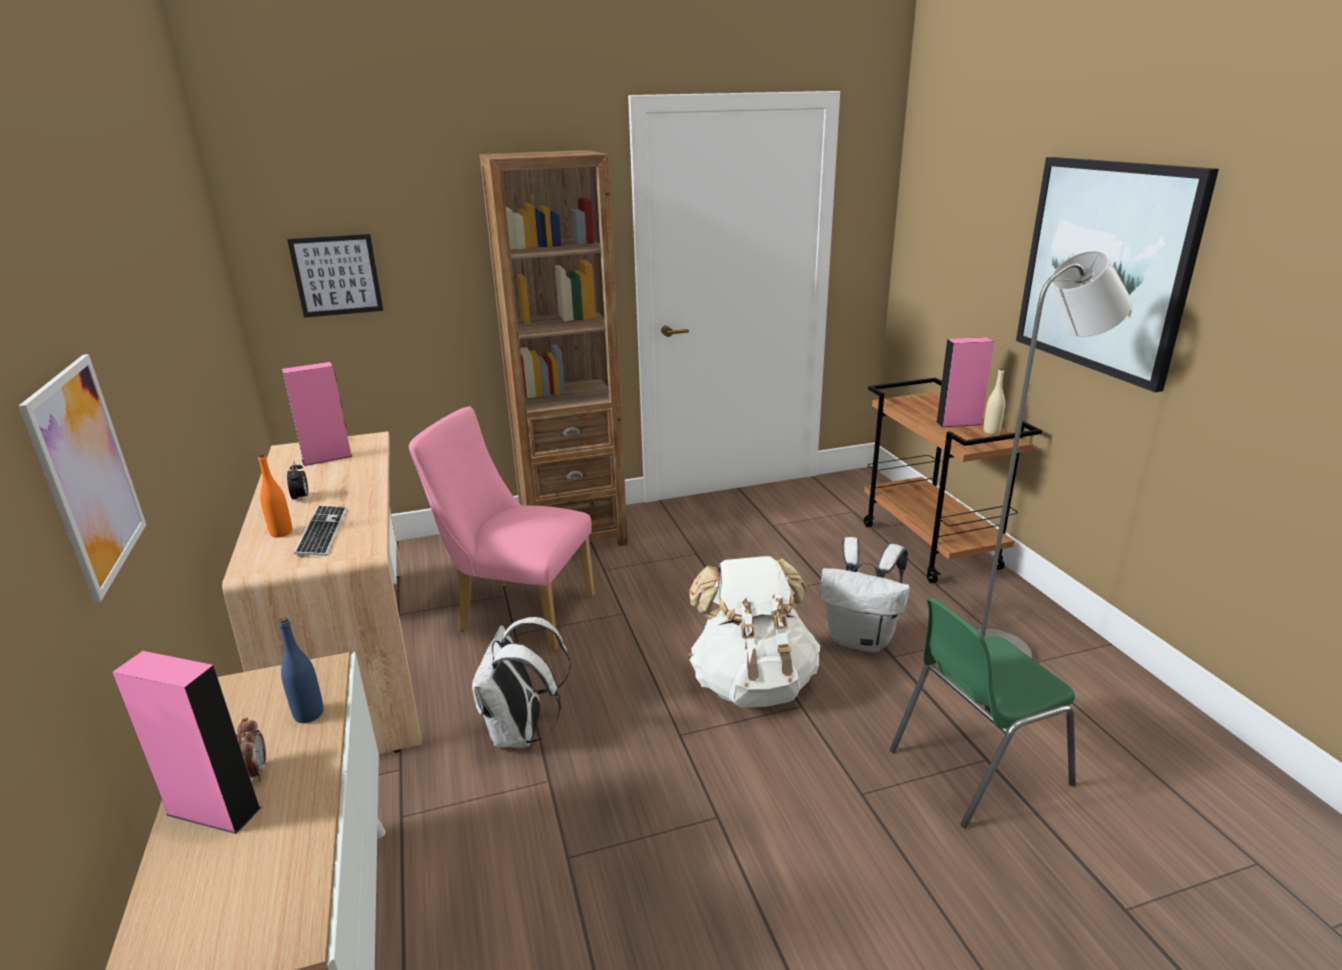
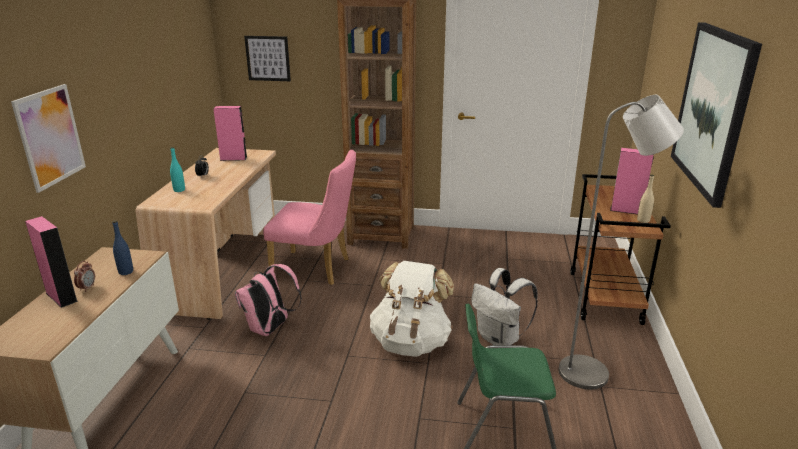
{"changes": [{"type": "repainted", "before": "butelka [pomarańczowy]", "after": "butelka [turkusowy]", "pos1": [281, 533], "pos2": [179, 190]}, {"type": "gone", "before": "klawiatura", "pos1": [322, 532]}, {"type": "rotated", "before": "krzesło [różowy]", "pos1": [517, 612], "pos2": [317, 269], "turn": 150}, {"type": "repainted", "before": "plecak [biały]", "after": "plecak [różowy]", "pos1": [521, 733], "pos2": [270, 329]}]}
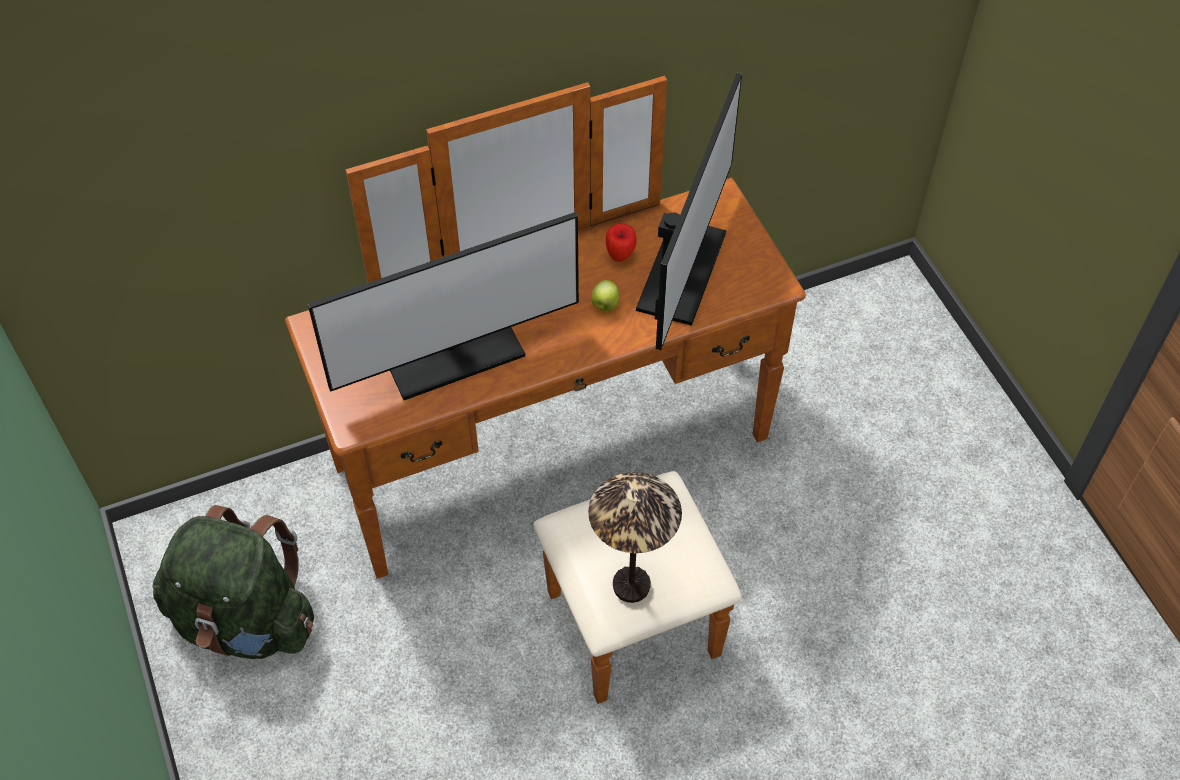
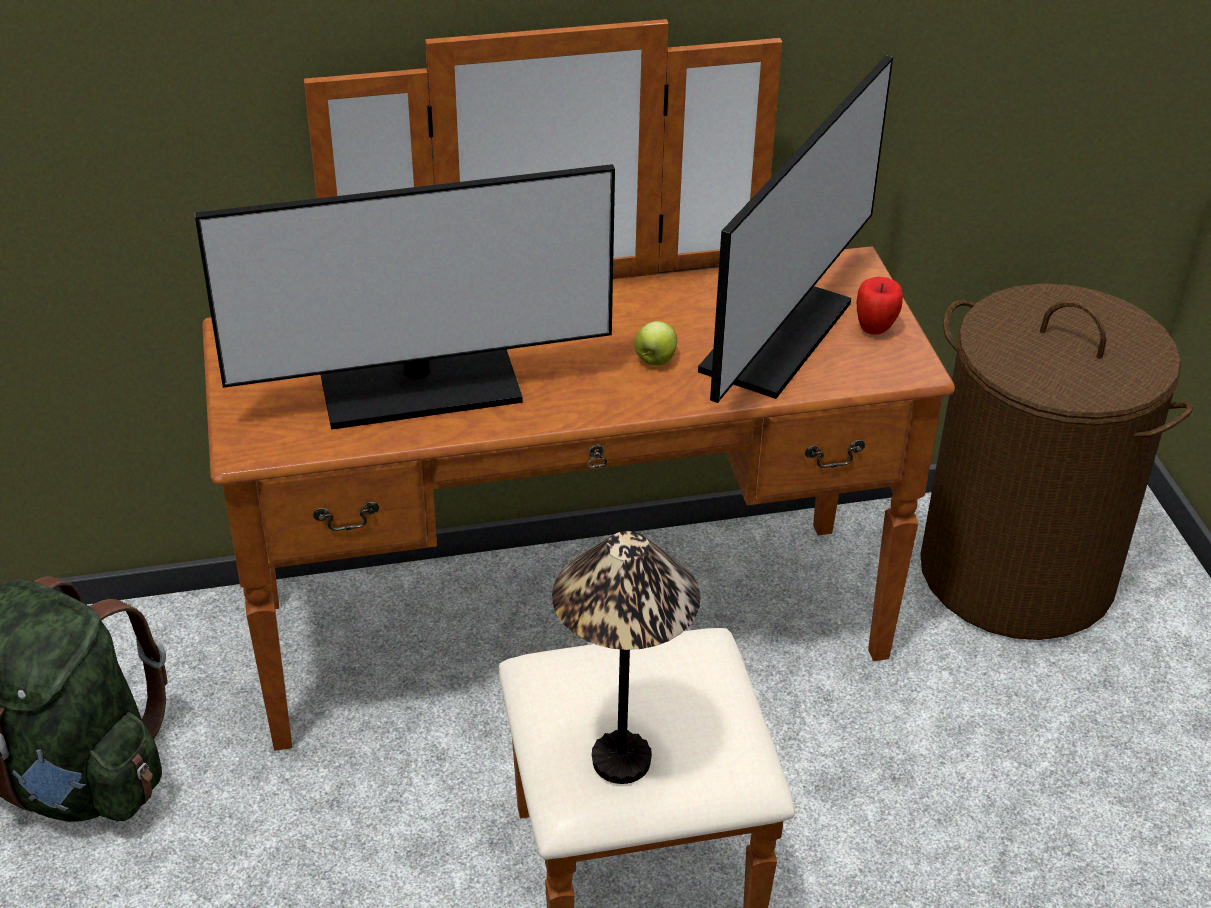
{"changes": [{"type": "shifted", "before": "jabłko", "pos1": [620, 256], "pos2": [875, 330]}, {"type": "new", "after": "kosz na pranie [brązowy]", "pos2": [1015, 573]}]}
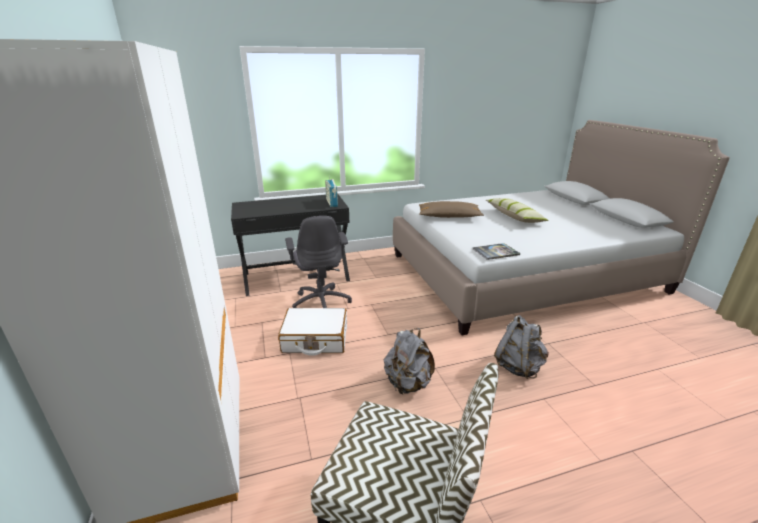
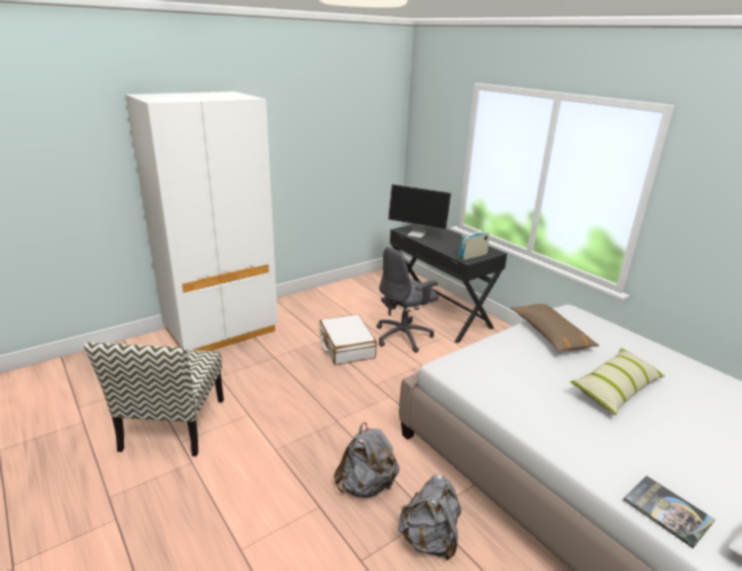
{"changes": [{"type": "shifted", "before": "plecak [szary]", "pos1": [408, 384], "pos2": [429, 539]}, {"type": "shifted", "before": "książka", "pos1": [495, 252], "pos2": [667, 511]}, {"type": "new", "after": "monitor", "pos2": [417, 234]}]}
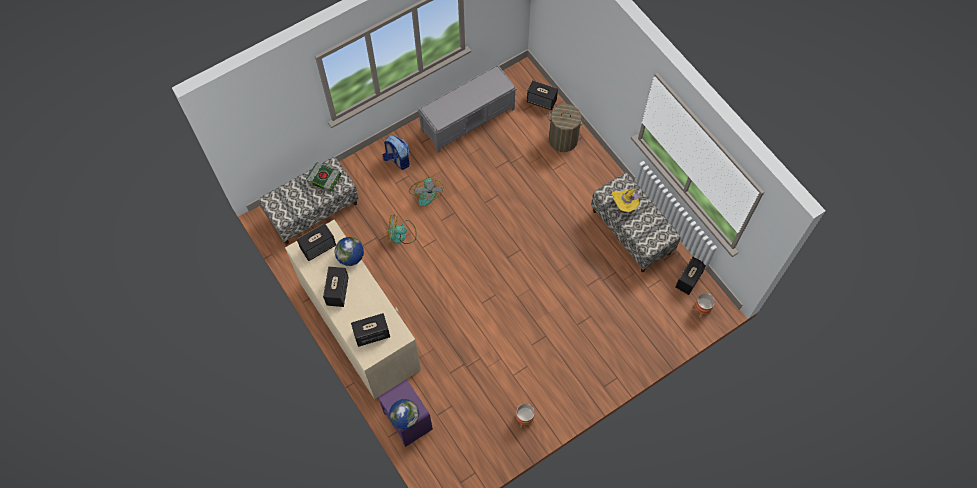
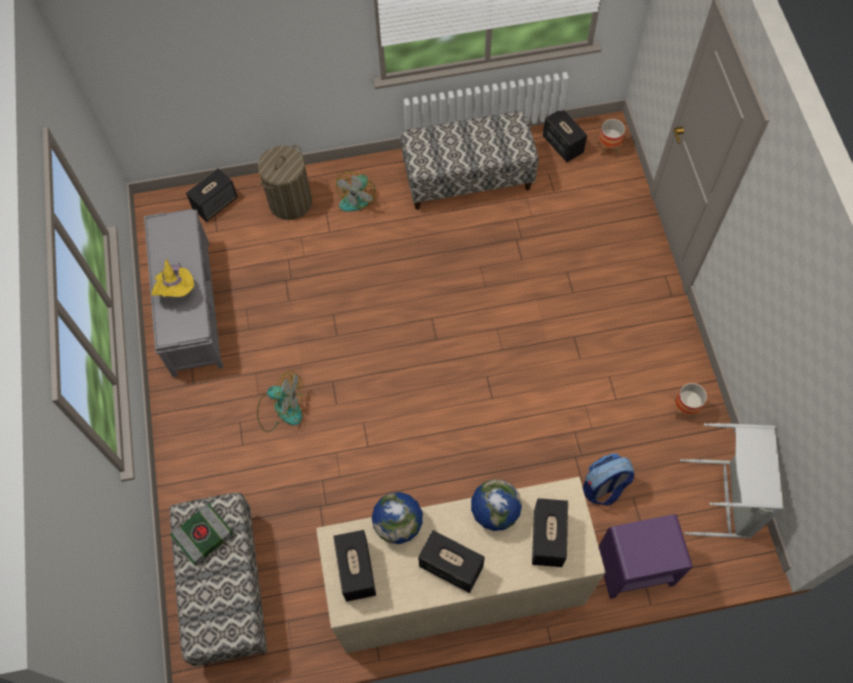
{"changes": [{"type": "shifted", "before": "plecak", "pos1": [397, 160], "pos2": [603, 487]}, {"type": "shifted", "before": "wentylator", "pos1": [401, 235], "pos2": [357, 196]}, {"type": "shifted", "before": "globus", "pos1": [405, 418], "pos2": [495, 512]}, {"type": "shifted", "before": "kapelusz [żółty]", "pos1": [625, 204], "pos2": [177, 290]}, {"type": "new", "after": "kosz na pranie [szary]", "pos2": [725, 498]}]}
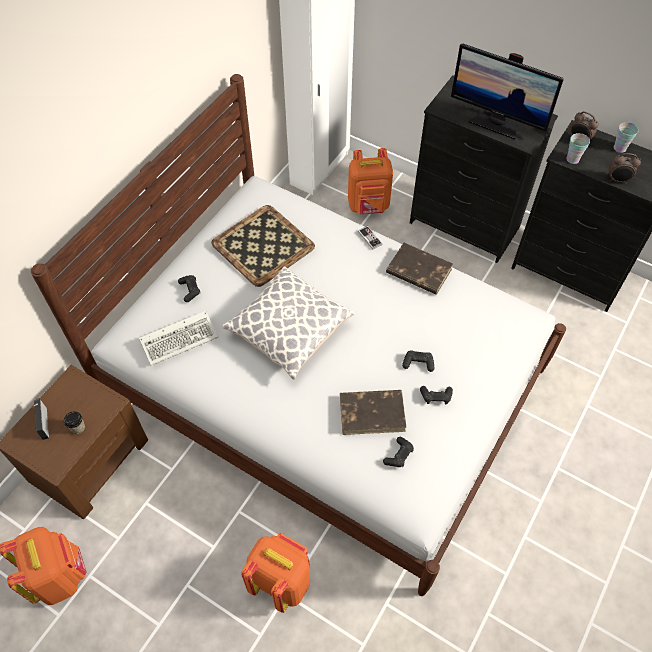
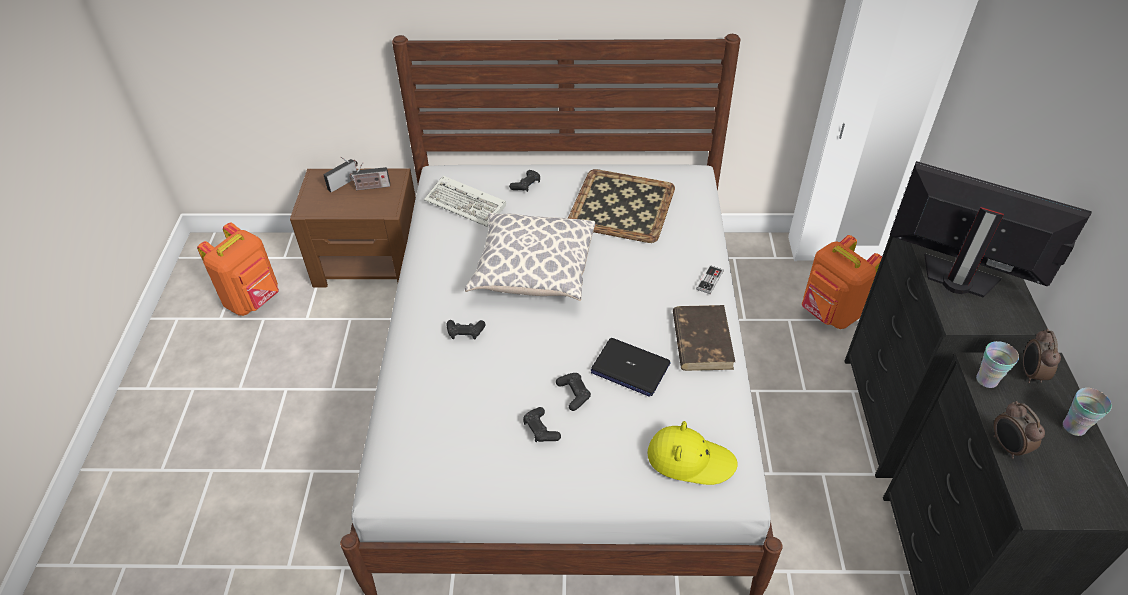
{"changes": [{"type": "gone", "before": "filiżanka", "pos1": [78, 428]}, {"type": "gone", "before": "plecak [pomarańczowy]", "pos1": [281, 581]}, {"type": "gone", "before": "książka [brązowy]", "pos1": [372, 413]}, {"type": "shifted", "before": "pad do gier [czarny]", "pos1": [398, 455], "pos2": [465, 332]}, {"type": "rotated", "before": "monitor", "pos1": [496, 123], "pos2": [958, 279], "turn": 120}, {"type": "new", "after": "radio", "pos2": [371, 187]}, {"type": "new", "after": "laptop", "pos2": [630, 368]}, {"type": "new", "after": "kapelusz [żółty]", "pos2": [690, 459]}]}
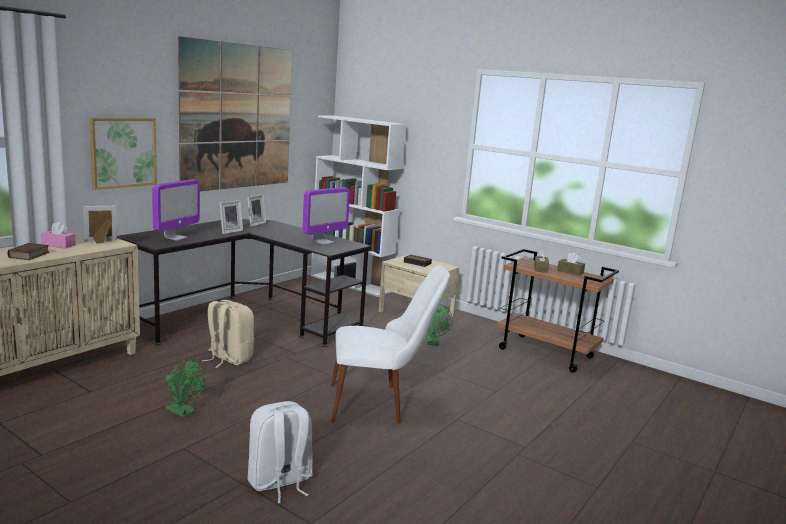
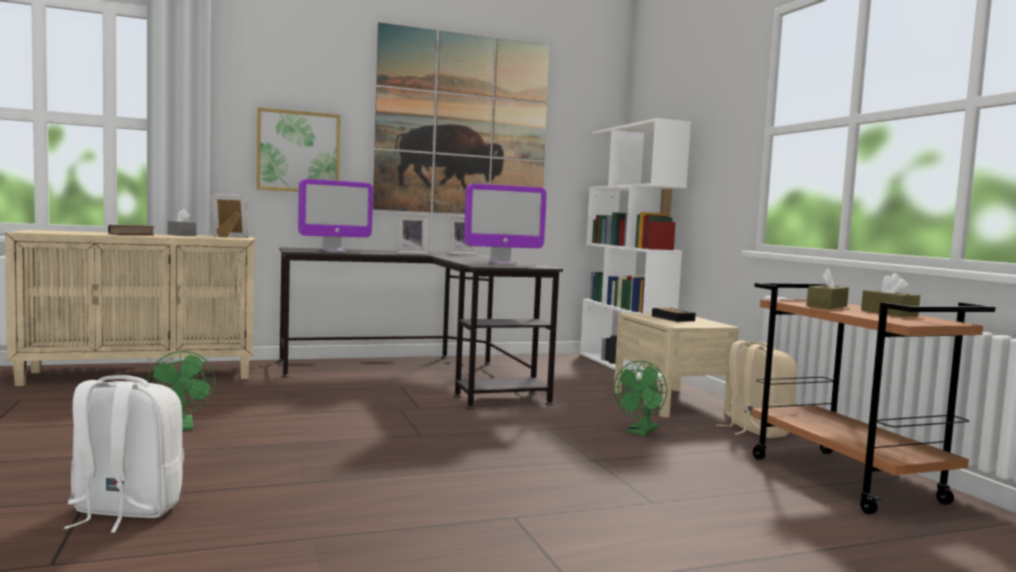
{"changes": [{"type": "repainted", "before": "pudełko chusteczek [różowy]", "after": "pudełko chusteczek [szary]", "pos1": [58, 245], "pos2": [181, 235]}, {"type": "shifted", "before": "plecak [beżowy]", "pos1": [229, 358], "pos2": [755, 430]}, {"type": "gone", "before": "krzesło [biały]", "pos1": [380, 403]}]}
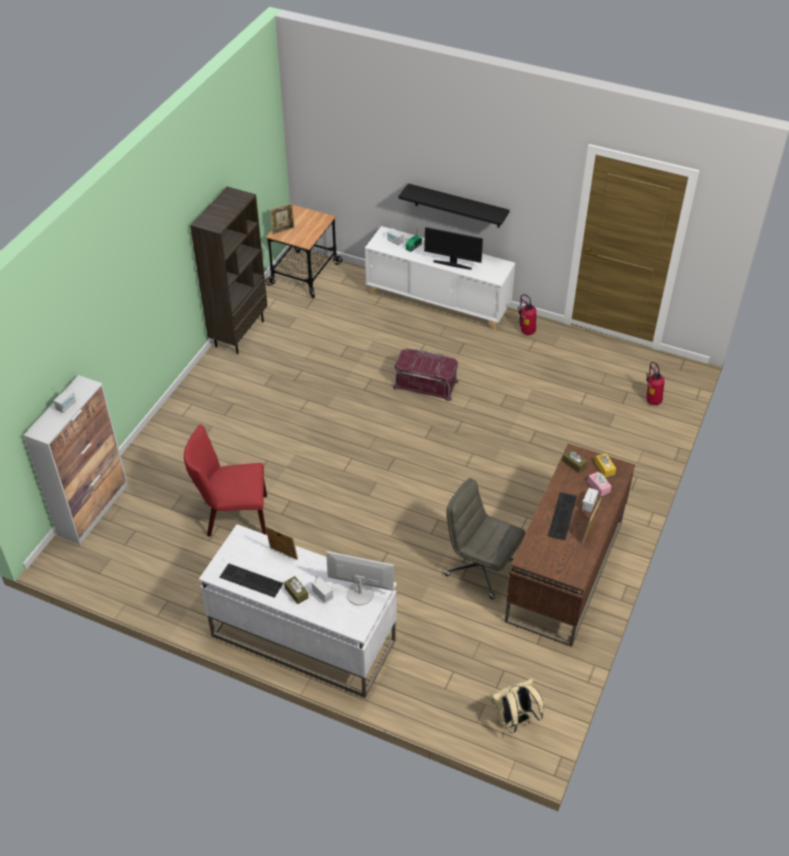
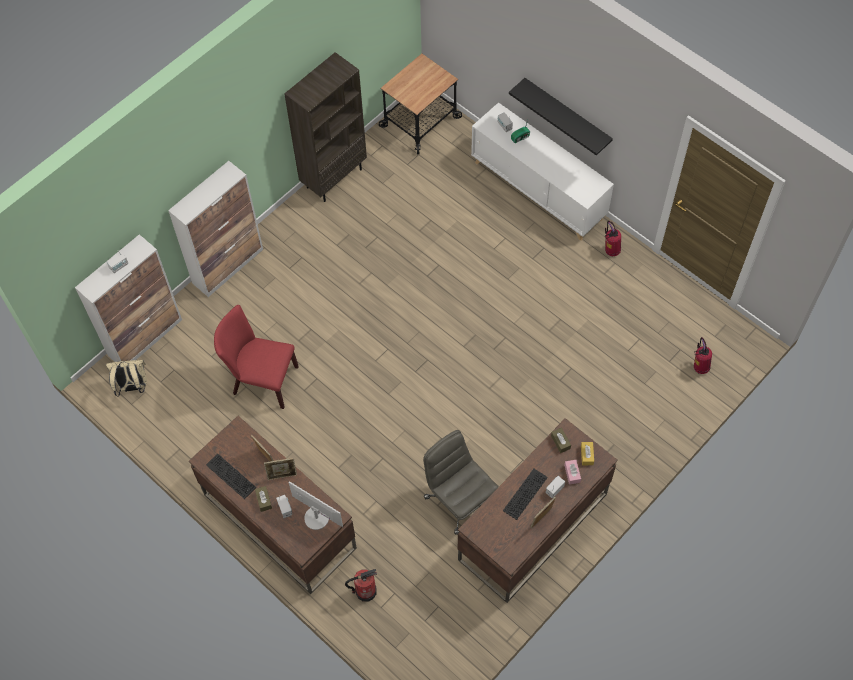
{"changes": [{"type": "repainted", "before": "biurko [biały]", "after": "biurko [brązowy]", "pos1": [302, 638], "pos2": [279, 521]}, {"type": "shifted", "before": "ramka na zdjęcie", "pos1": [283, 230], "pos2": [282, 476]}, {"type": "gone", "before": "pojemnik do przechowywania [czerwony]", "pos1": [426, 383]}, {"type": "gone", "before": "monitor", "pos1": [452, 264]}, {"type": "shifted", "before": "plecak [beżowy]", "pos1": [514, 719], "pos2": [132, 387]}, {"type": "new", "after": "szafka", "pos2": [228, 266]}, {"type": "new", "after": "gaśnica", "pos2": [365, 591]}]}
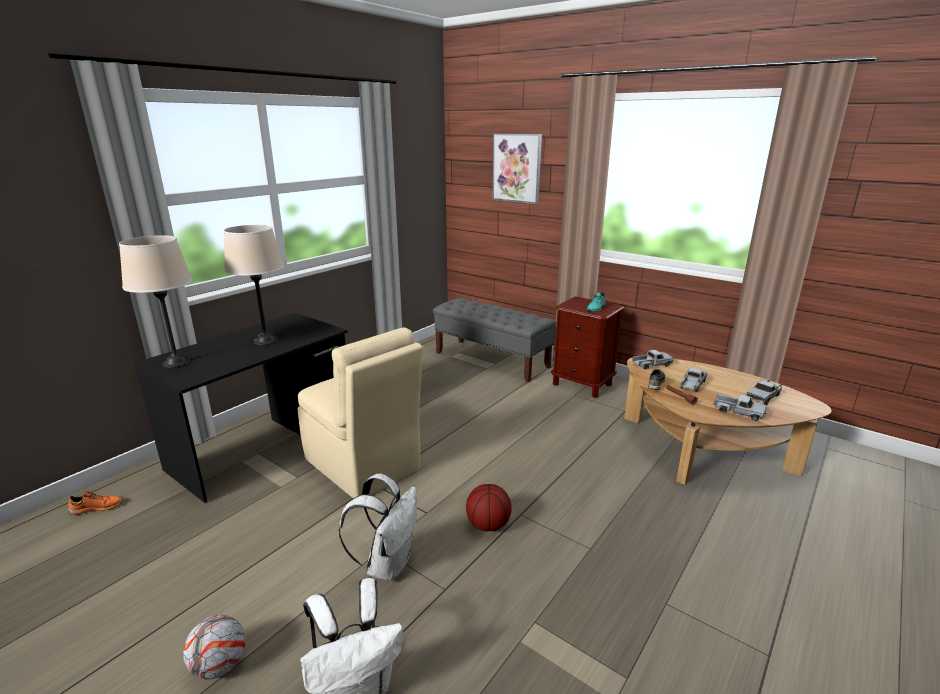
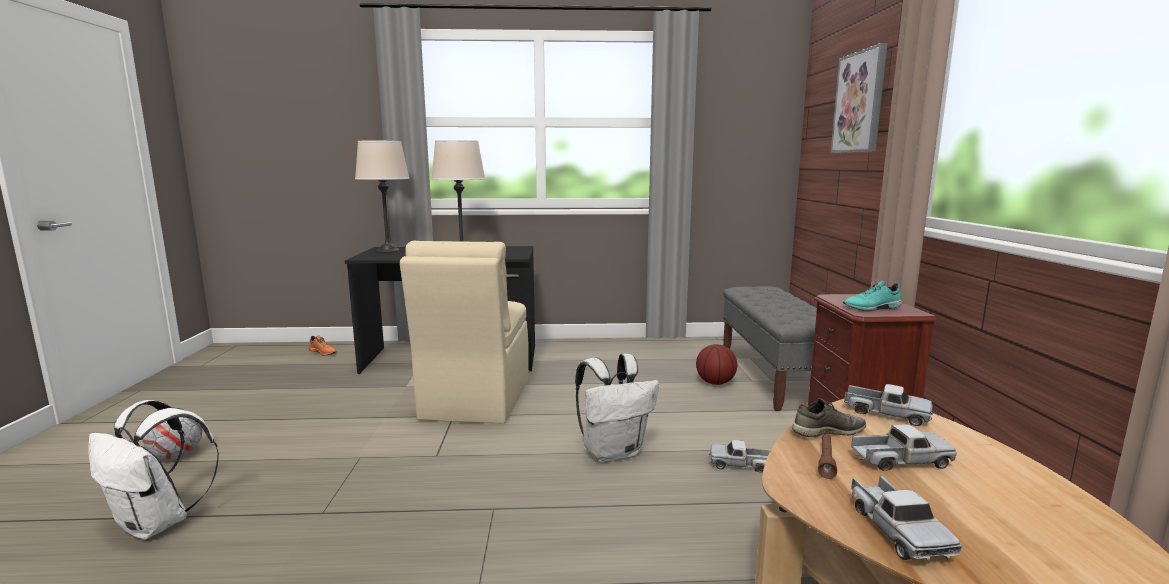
{"changes": [{"type": "shifted", "before": "plecak [biały]", "pos1": [388, 564], "pos2": [613, 452]}, {"type": "shifted", "before": "piłka do koszykówki", "pos1": [488, 525], "pos2": [715, 383]}, {"type": "shifted", "before": "ciężarówka zabawkowa", "pos1": [764, 396], "pos2": [740, 464]}]}
